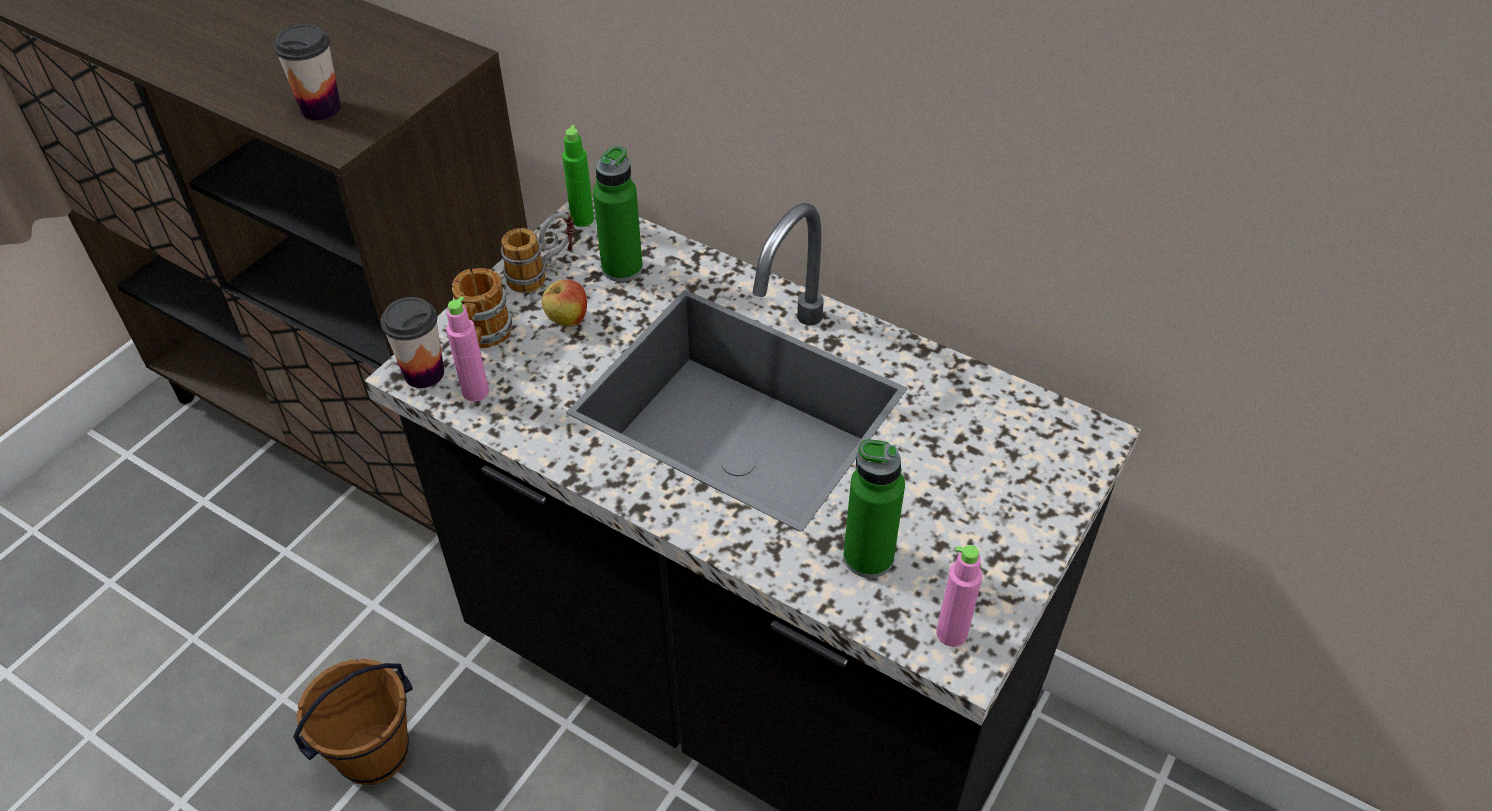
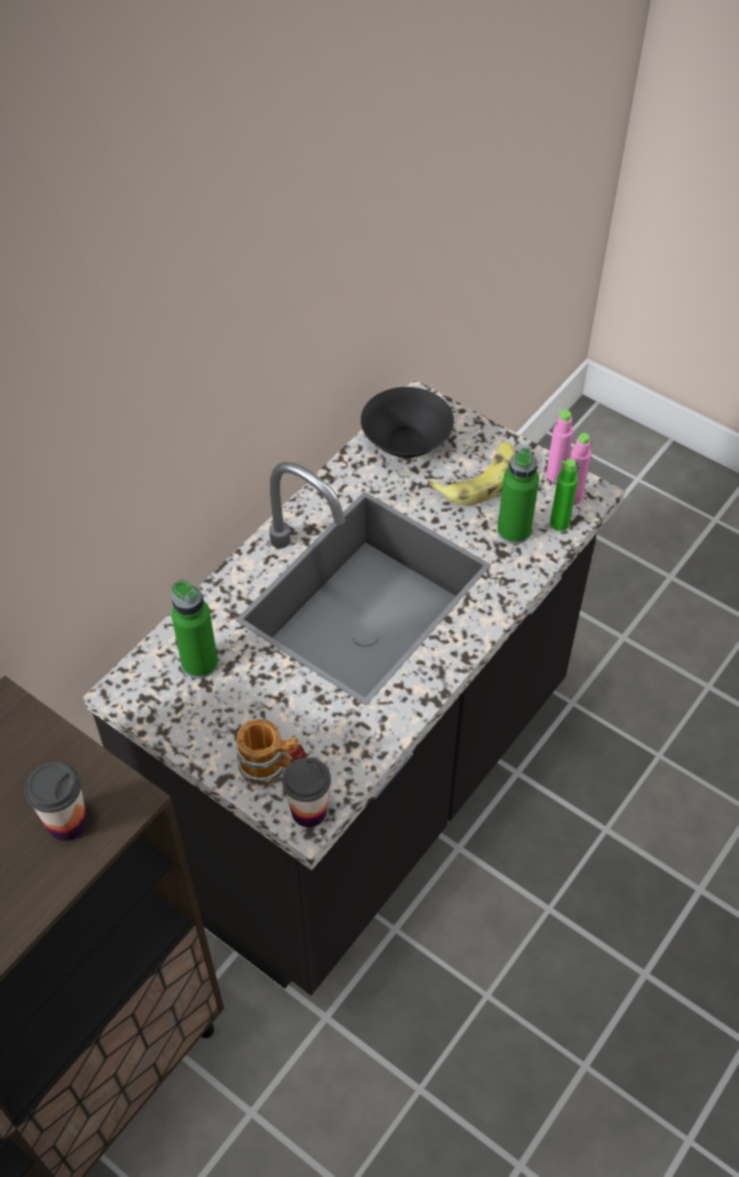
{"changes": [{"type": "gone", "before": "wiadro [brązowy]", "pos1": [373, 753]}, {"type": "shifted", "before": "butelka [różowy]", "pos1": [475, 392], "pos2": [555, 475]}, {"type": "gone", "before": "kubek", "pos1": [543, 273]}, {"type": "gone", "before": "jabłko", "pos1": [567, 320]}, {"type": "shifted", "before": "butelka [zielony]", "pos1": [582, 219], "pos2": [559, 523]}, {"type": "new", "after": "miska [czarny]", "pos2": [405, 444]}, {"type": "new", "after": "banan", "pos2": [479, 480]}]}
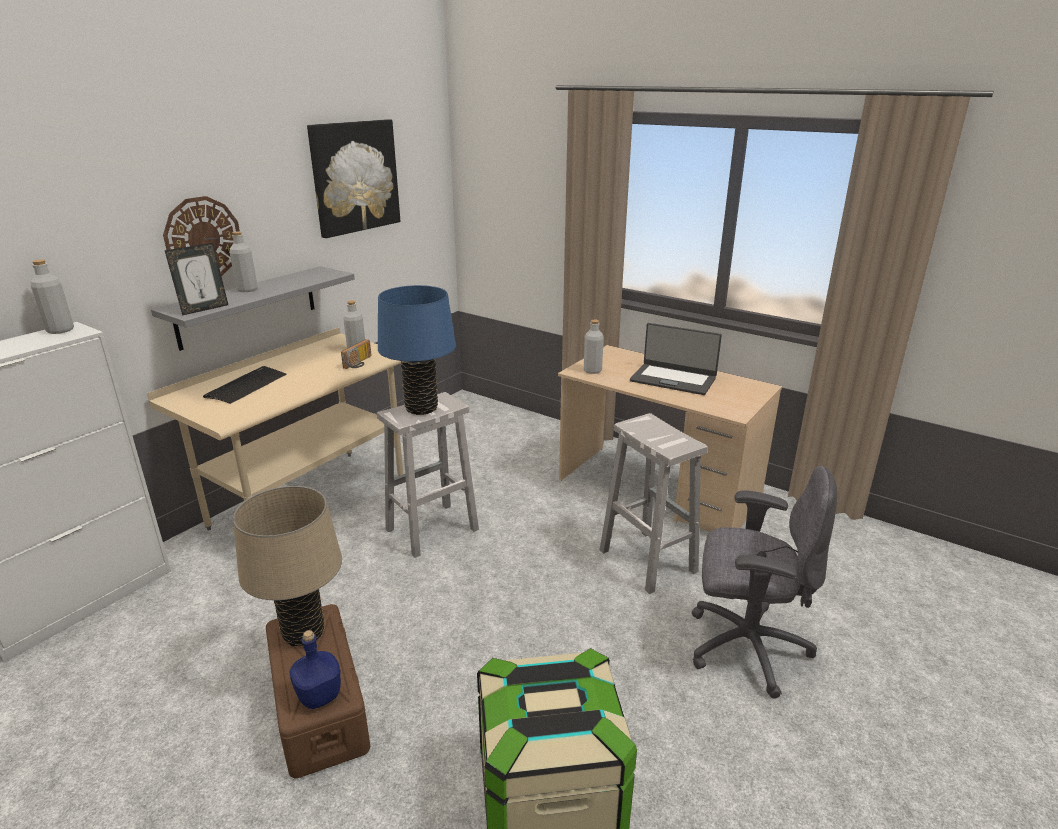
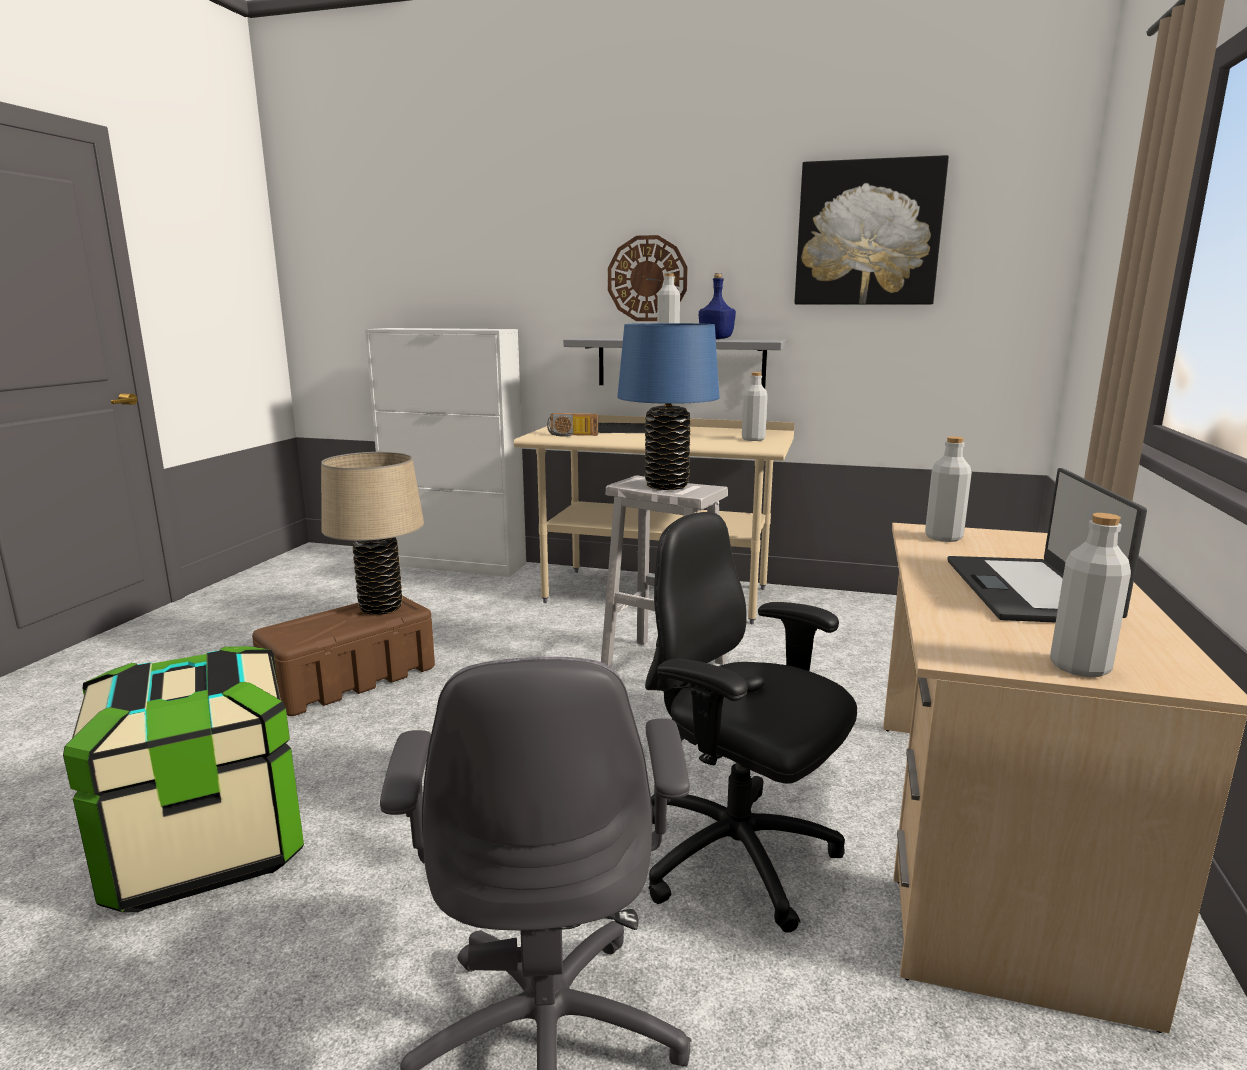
{"changes": [{"type": "shifted", "before": "butelka [szary]", "pos1": [60, 330], "pos2": [1079, 667]}, {"type": "gone", "before": "ramka na zdjęcie", "pos1": [204, 309]}, {"type": "shifted", "before": "butelka [niebieski]", "pos1": [318, 696], "pos2": [715, 339]}, {"type": "shifted", "before": "radio", "pos1": [359, 363], "pos2": [572, 435]}, {"type": "swapped", "before": "stołek [biały]", "after": "krzesło biurowe [czarny]", "pos1": [646, 560], "pos2": [738, 859]}]}
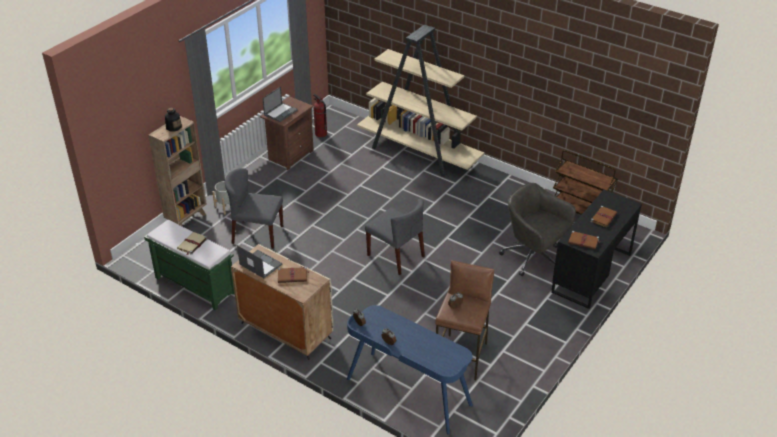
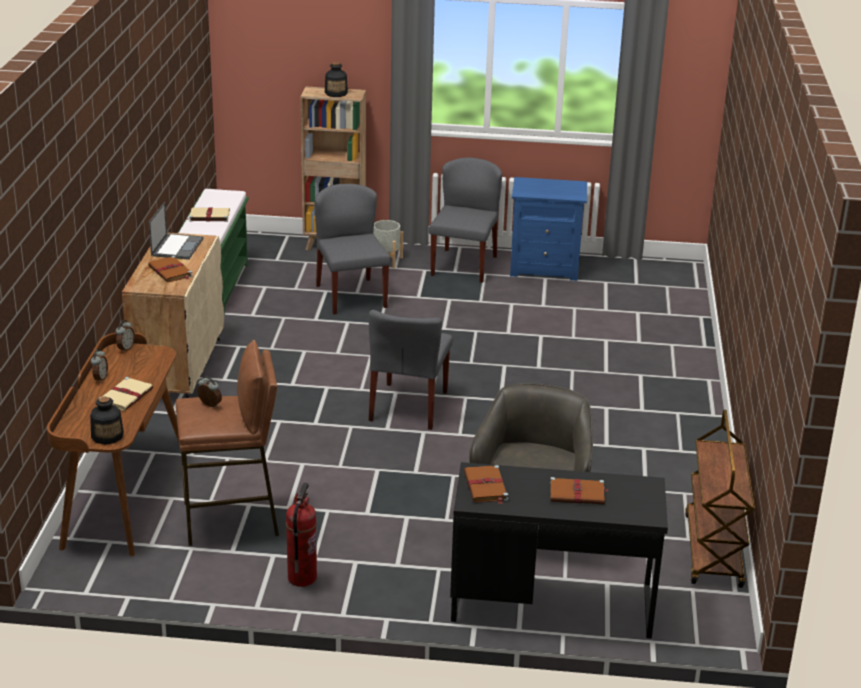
{"changes": [{"type": "repainted", "before": "szafka nocna [brązowy]", "after": "szafka nocna [niebieski]", "pos1": [290, 155], "pos2": [545, 268]}, {"type": "gone", "before": "laptop", "pos1": [281, 112]}, {"type": "shifted", "before": "gaśnica", "pos1": [321, 134], "pos2": [302, 578]}, {"type": "repainted", "before": "biurko [niebieski]", "after": "biurko [brązowy]", "pos1": [408, 392], "pos2": [123, 493]}, {"type": "gone", "before": "regał [beżowy]", "pos1": [419, 154]}, {"type": "new", "after": "butelka", "pos2": [107, 436]}, {"type": "new", "after": "książka [beżowy]", "pos2": [126, 396]}, {"type": "new", "after": "krzesło [szary]", "pos2": [464, 265]}]}
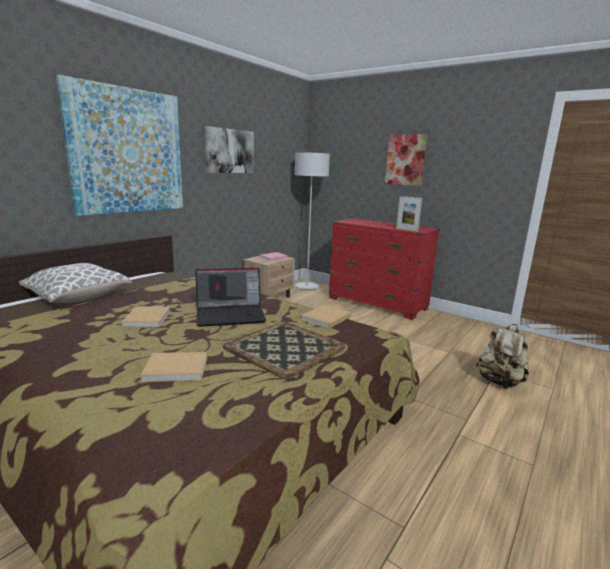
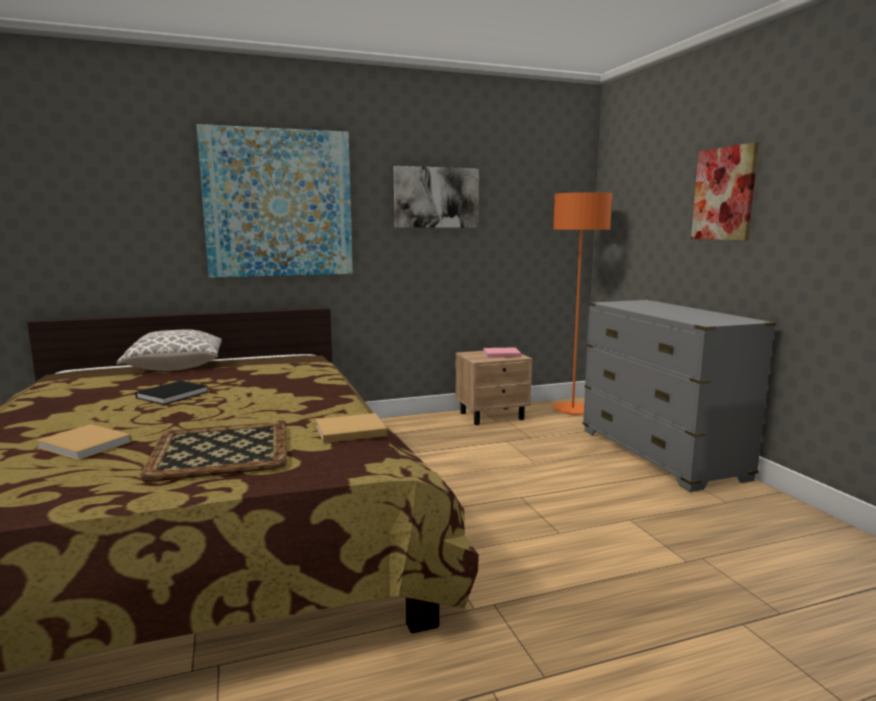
{"changes": [{"type": "repainted", "before": "książka [beżowy]", "after": "książka [czarny]", "pos1": [147, 318], "pos2": [174, 394]}, {"type": "gone", "before": "laptop", "pos1": [231, 315]}, {"type": "repainted", "before": "lampa stojąca [szary]", "after": "lampa stojąca [pomarańczowy]", "pos1": [307, 287], "pos2": [572, 410]}, {"type": "repainted", "before": "komoda [czerwony]", "after": "komoda [szary]", "pos1": [377, 304], "pos2": [660, 454]}, {"type": "gone", "before": "ramka na zdjęcie", "pos1": [406, 230]}, {"type": "gone", "before": "plecak [beżowy]", "pos1": [499, 382]}]}
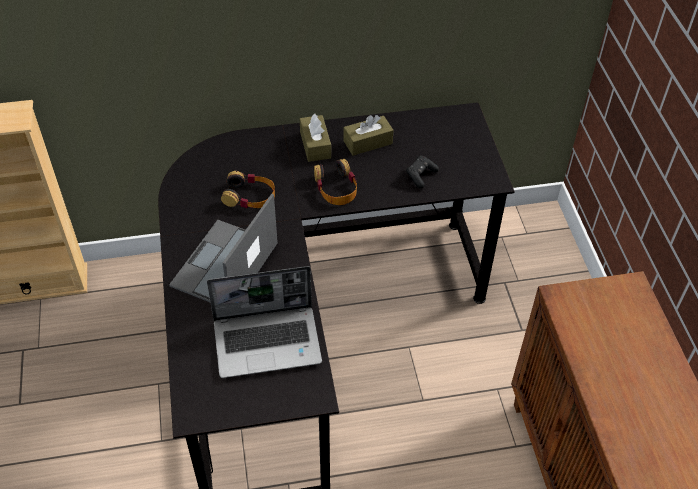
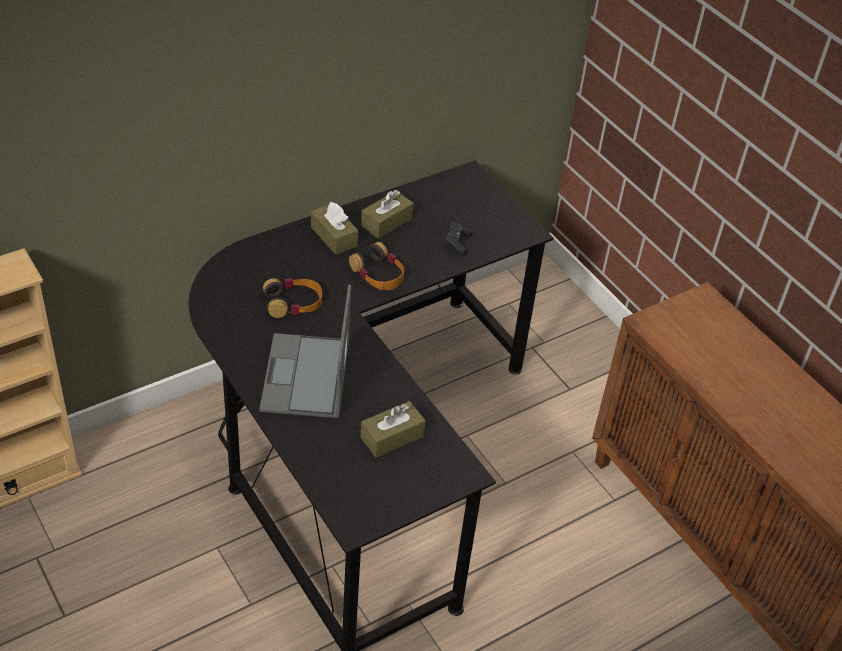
{"changes": [{"type": "swapped", "before": "laptop", "after": "pudełko chusteczek [brązowy]", "pos1": [268, 341], "pos2": [392, 437]}]}
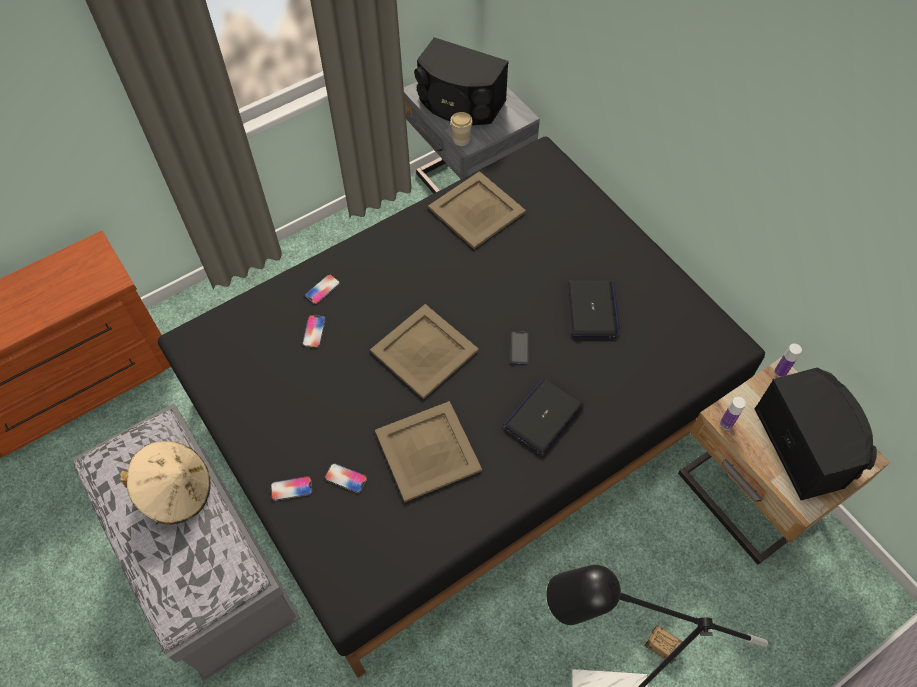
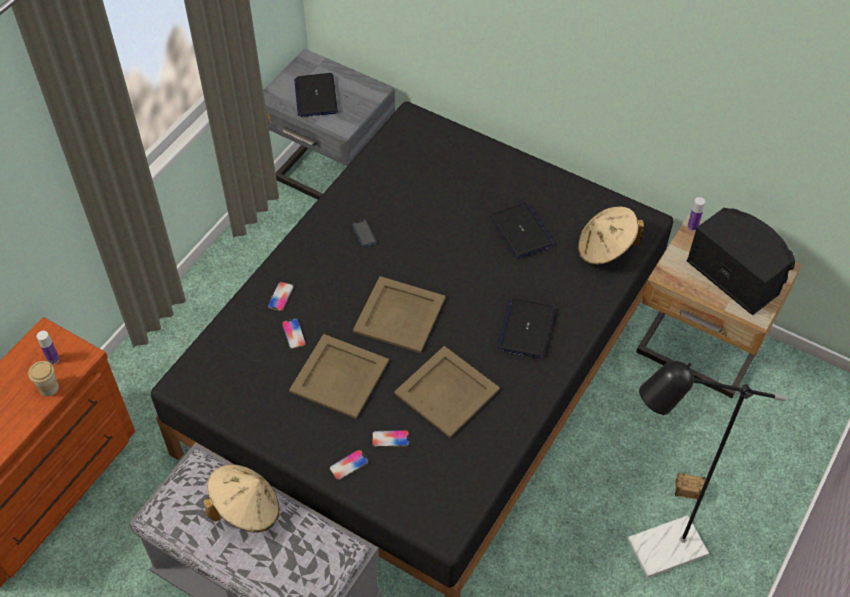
{"changes": [{"type": "swapped", "before": "głośnik [czarny]", "after": "laptop", "pos1": [460, 103], "pos2": [316, 96]}, {"type": "shifted", "before": "taca [beżowy]", "pos1": [476, 211], "pos2": [339, 377]}, {"type": "shifted", "before": "filiżanka", "pos1": [461, 140], "pos2": [49, 388]}, {"type": "shifted", "before": "telefon", "pos1": [519, 348], "pos2": [364, 233]}, {"type": "shifted", "before": "butelka", "pos1": [726, 423], "pos2": [53, 359]}, {"type": "new", "after": "kapelusz [beżowy]", "pos2": [605, 249]}]}
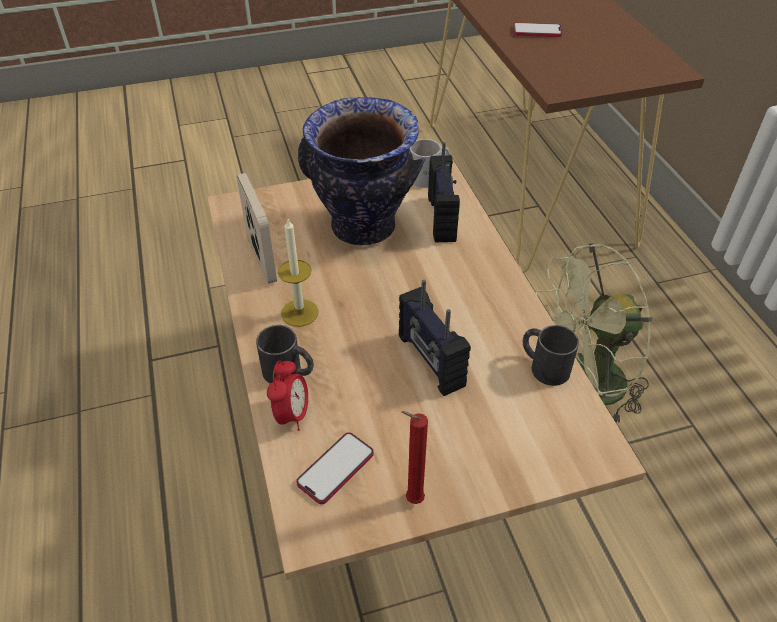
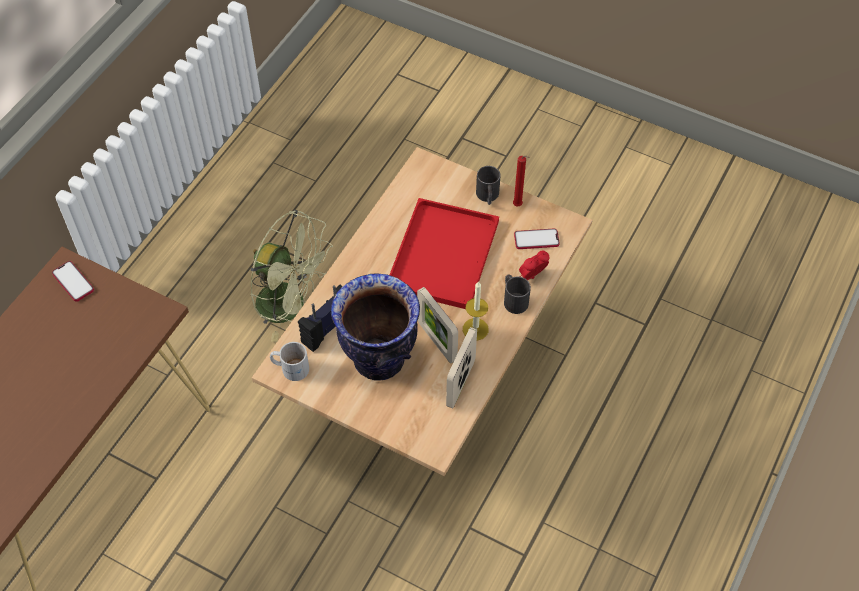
{"changes": [{"type": "swapped", "before": "radio", "after": "taca [czerwony]", "pos1": [430, 361], "pos2": [442, 252]}, {"type": "shifted", "before": "telefon", "pos1": [537, 31], "pos2": [73, 282]}, {"type": "shifted", "before": "kubek [czarny]", "pos1": [543, 366], "pos2": [488, 196]}, {"type": "new", "after": "ramka na zdjęcie", "pos2": [437, 341]}]}
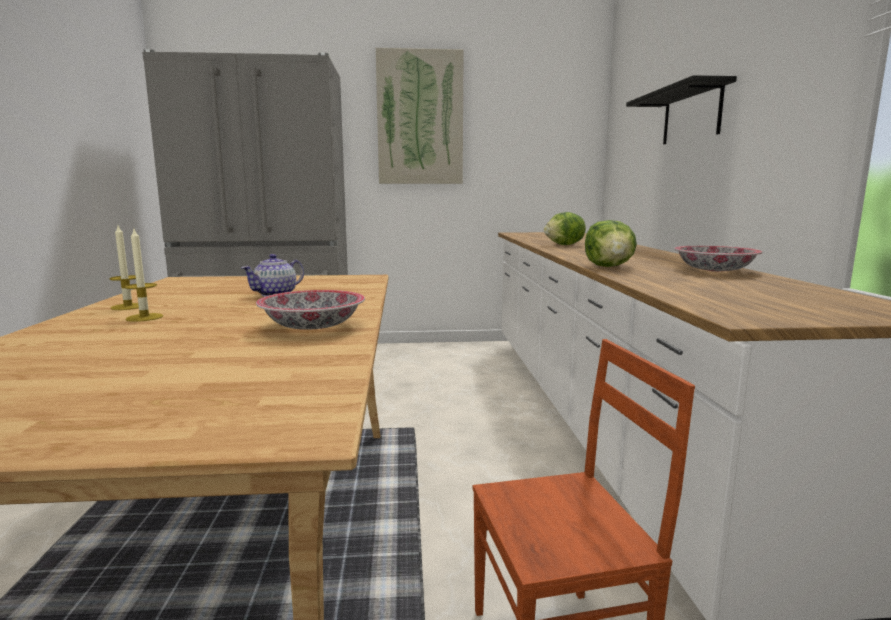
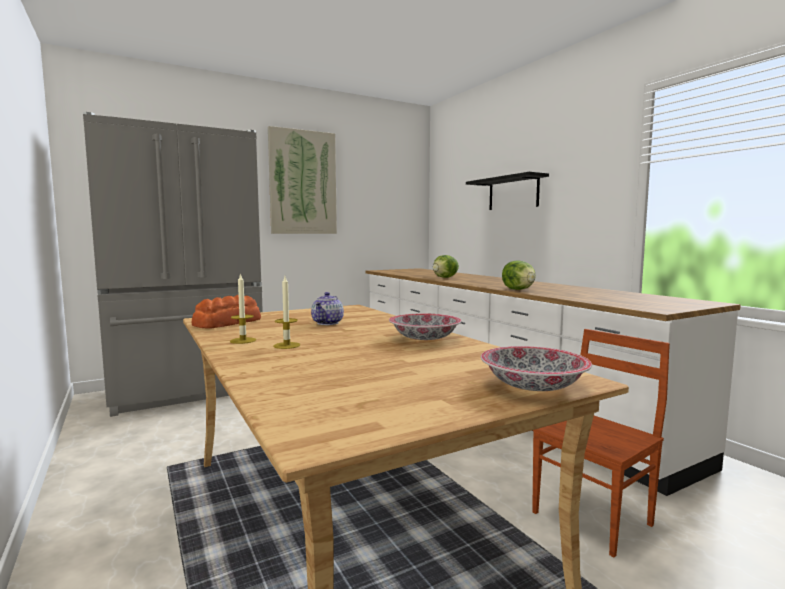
{"changes": [{"type": "shifted", "before": "miska", "pos1": [715, 270], "pos2": [534, 386]}, {"type": "new", "after": "chleb", "pos2": [228, 323]}]}
